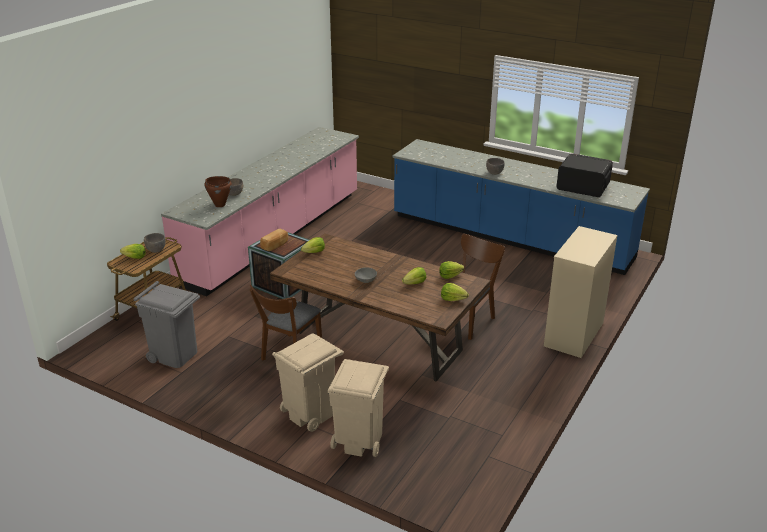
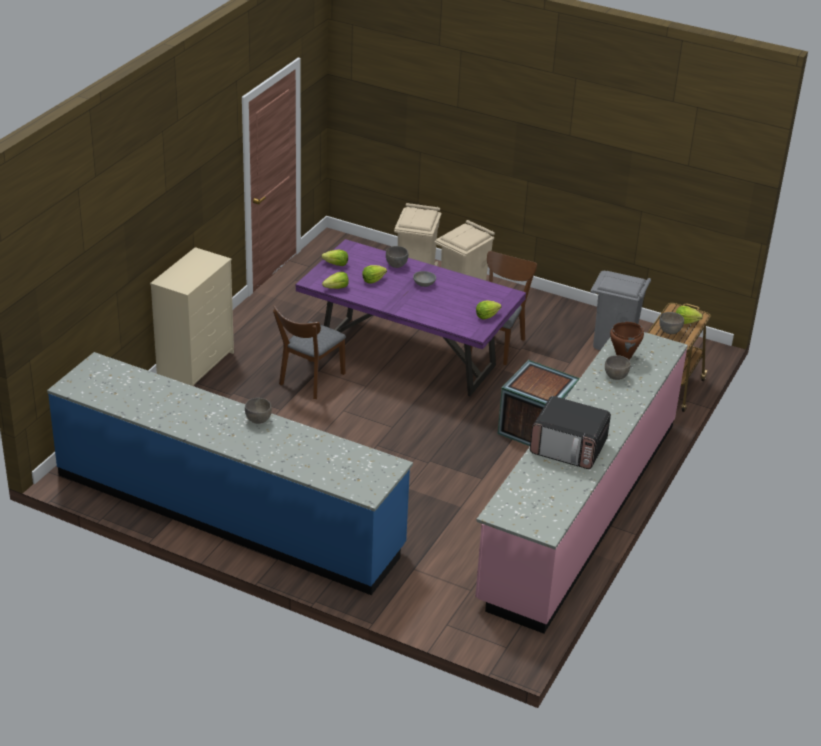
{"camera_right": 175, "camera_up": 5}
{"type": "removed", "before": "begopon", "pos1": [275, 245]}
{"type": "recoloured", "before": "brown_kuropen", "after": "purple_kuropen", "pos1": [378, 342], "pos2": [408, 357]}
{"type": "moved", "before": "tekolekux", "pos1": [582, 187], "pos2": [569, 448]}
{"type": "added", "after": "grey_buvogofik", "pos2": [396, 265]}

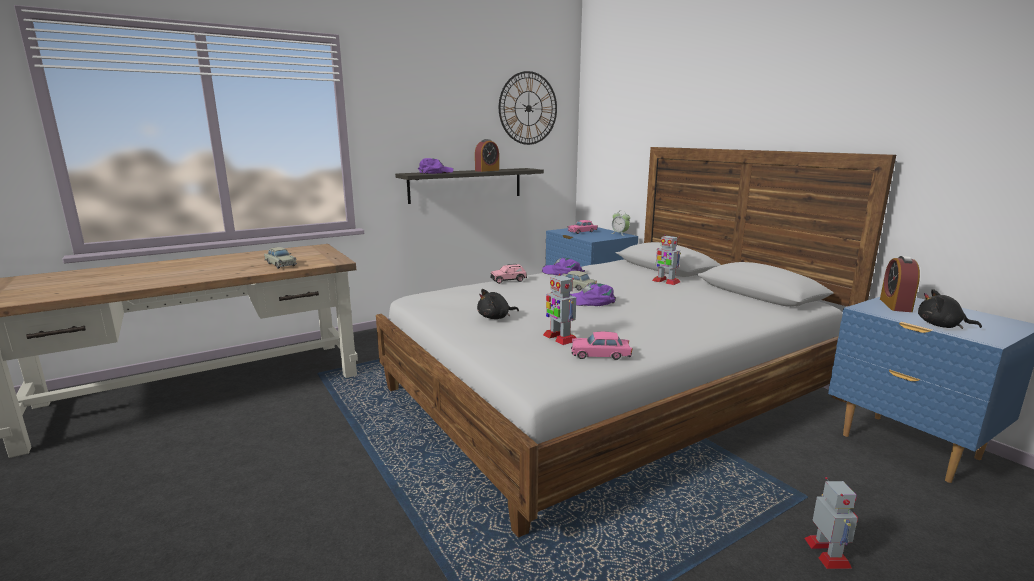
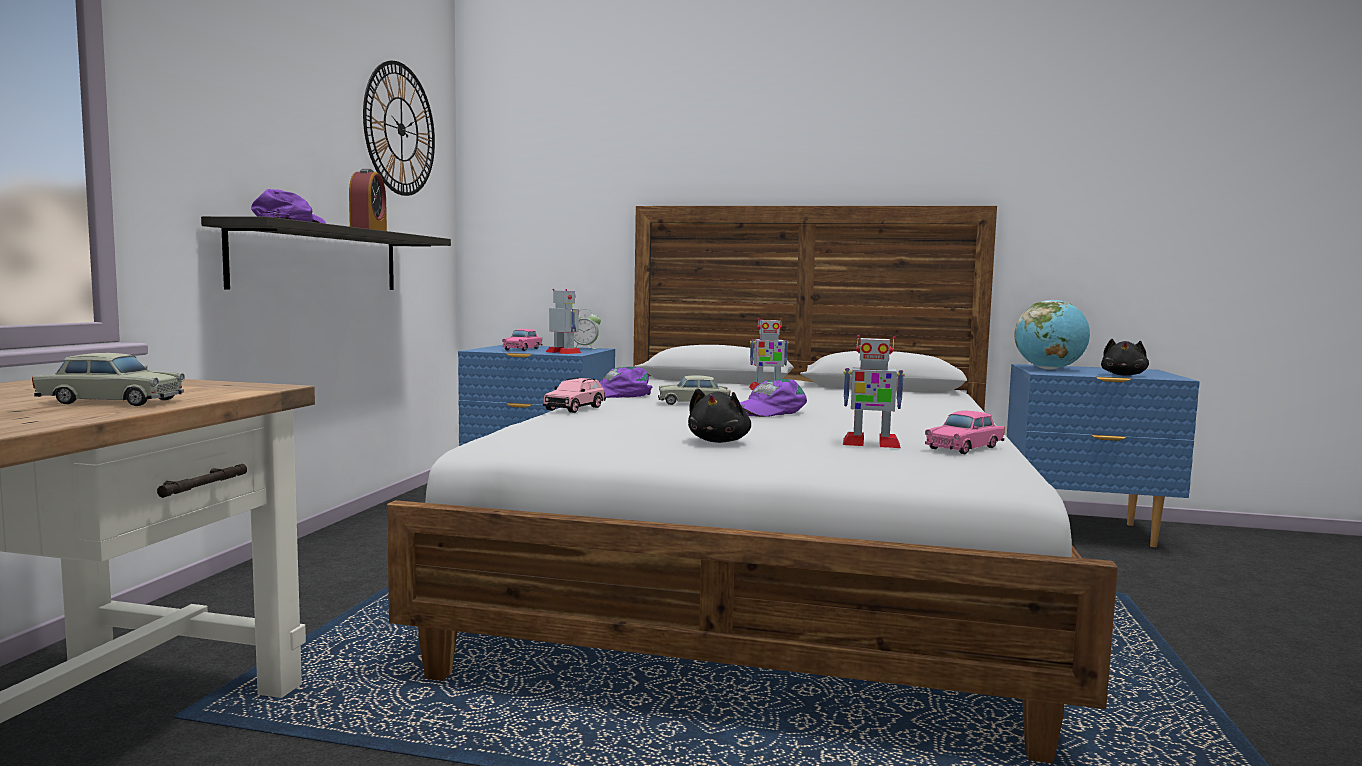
{"camera_right": -45, "camera_up": -10}
{"type": "moved", "before": "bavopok", "pos1": [827, 553], "pos2": [564, 352]}
{"type": "replaced", "before": "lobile", "after": "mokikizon", "pos1": [895, 305], "pos2": [1049, 369]}
{"type": "turned", "before": "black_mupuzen", "pos1": [941, 326], "pos2": [1123, 375], "turn": -45}

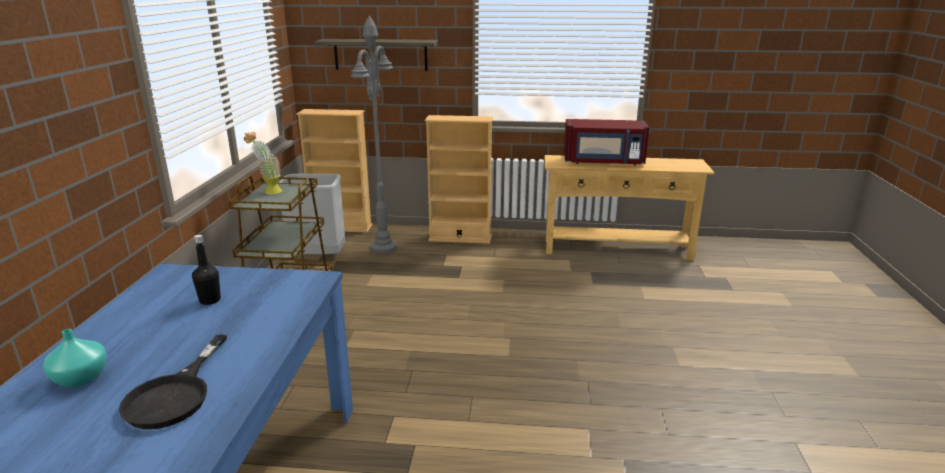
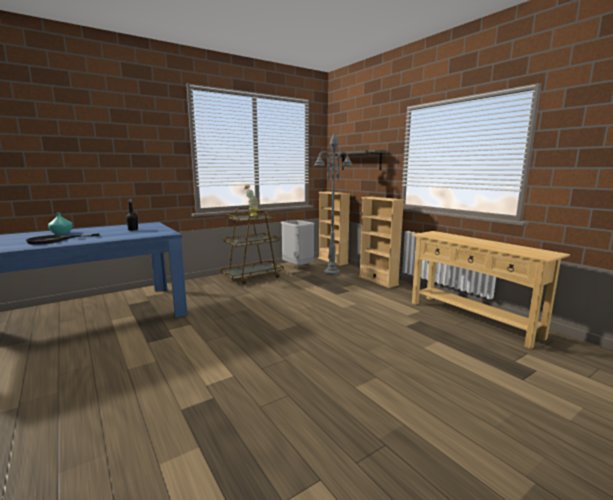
{"camera_right": 50, "camera_up": -10}
{"type": "removed", "before": "red_tekolekux", "pos1": [603, 162]}

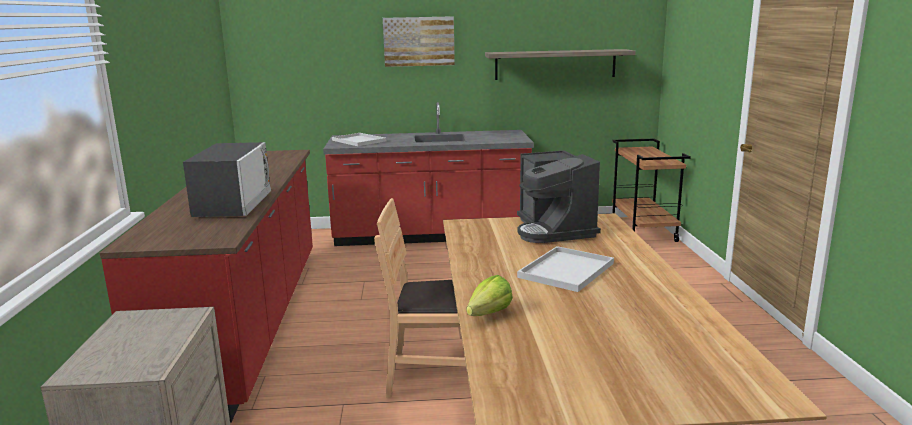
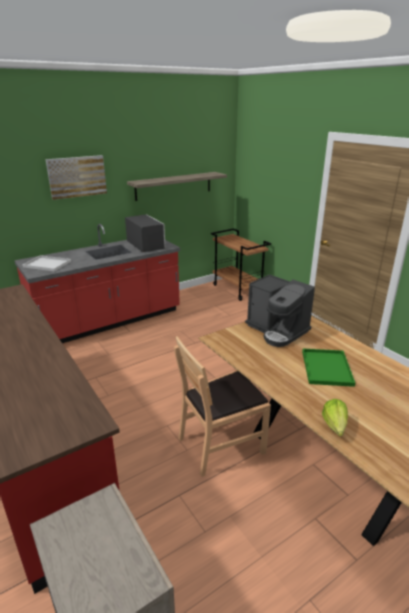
{"camera_right": -30, "camera_up": 10}
{"type": "moved", "before": "tekolekux", "pos1": [233, 205], "pos2": [145, 245]}
{"type": "recoloured", "before": "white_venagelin", "after": "green_venagelin", "pos1": [566, 269], "pos2": [325, 367]}

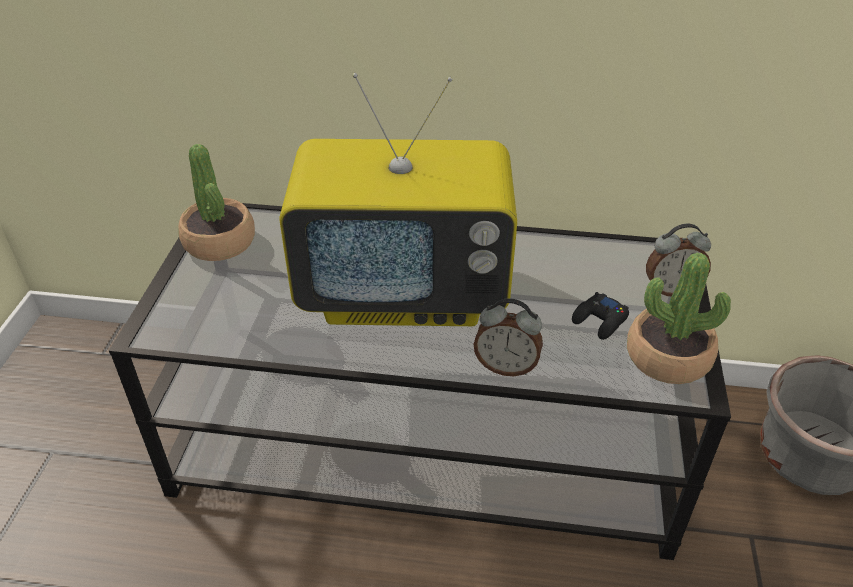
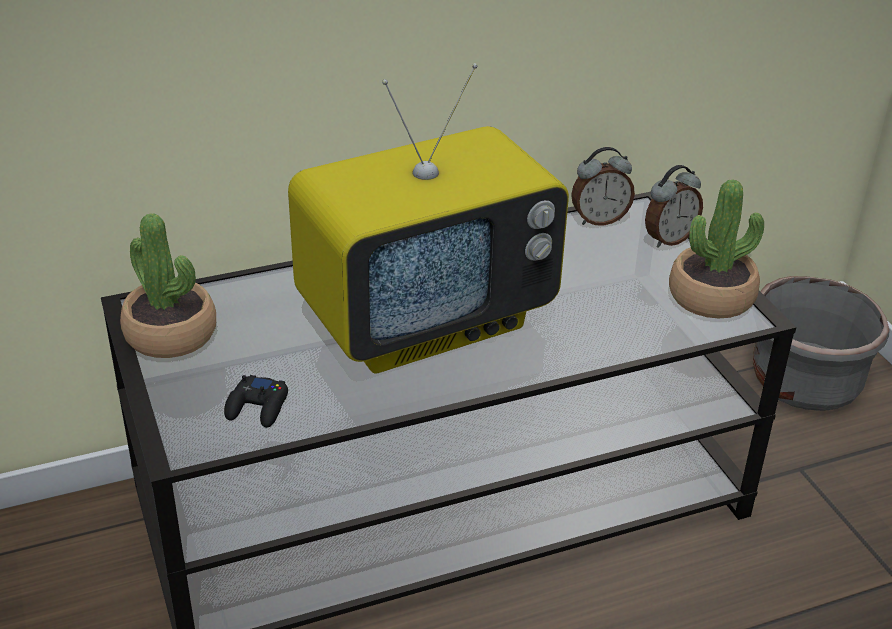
{"camera_right": -30, "camera_up": -5}
{"type": "moved", "before": "lobile", "pos1": [506, 366], "pos2": [599, 219]}
{"type": "moved", "before": "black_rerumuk", "pos1": [600, 321], "pos2": [258, 407]}

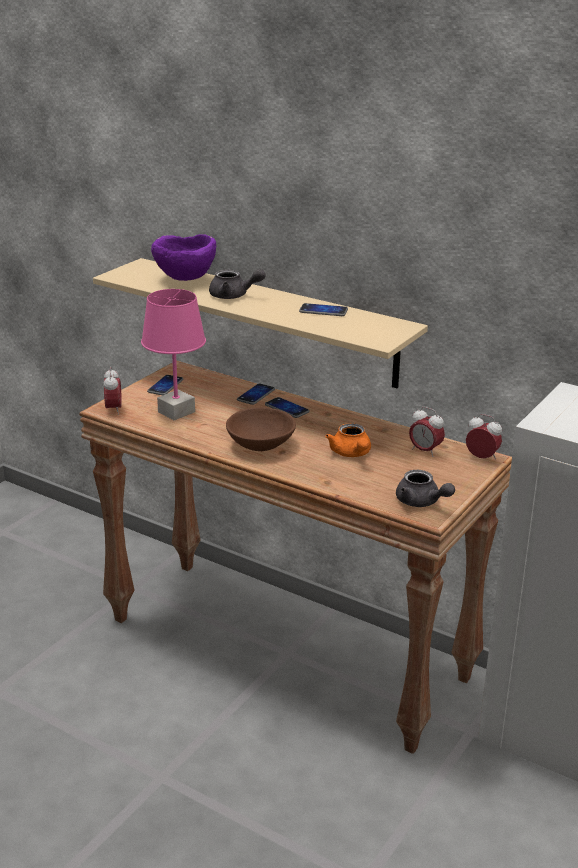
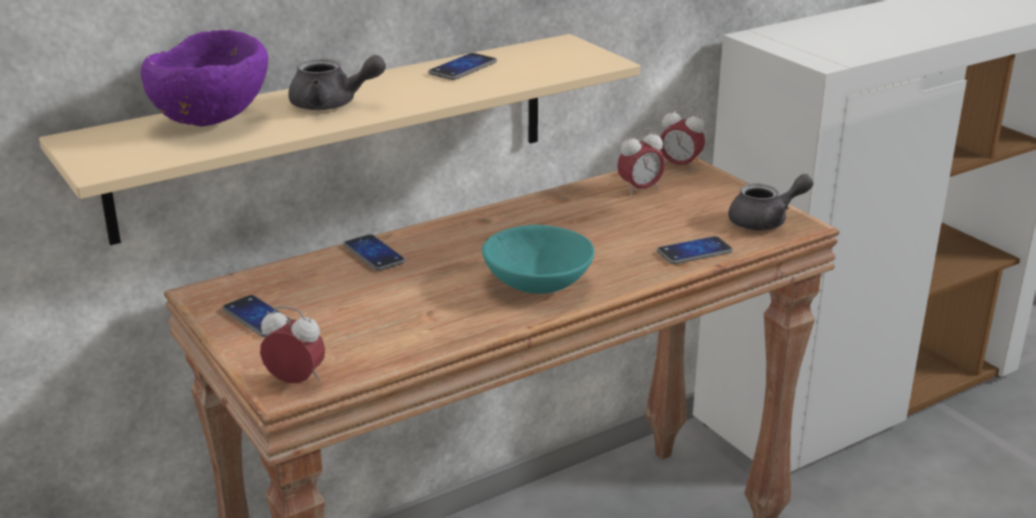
{"camera_right": -65, "camera_up": 0}
{"type": "removed", "before": "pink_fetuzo", "pos1": [176, 412]}
{"type": "turned", "before": "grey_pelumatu", "pos1": [233, 296], "pos2": [332, 104], "turn": 60}
{"type": "recoloured", "before": "brown_buvogofik", "after": "turquoise_buvogofik", "pos1": [261, 445], "pos2": [538, 283]}
{"type": "moved", "before": "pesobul", "pos1": [287, 408], "pos2": [694, 252]}
{"type": "removed", "before": "orange_pelumatu", "pos1": [351, 454]}
{"type": "turned", "before": "lobile", "pos1": [482, 458], "pos2": [680, 166], "turn": -120}

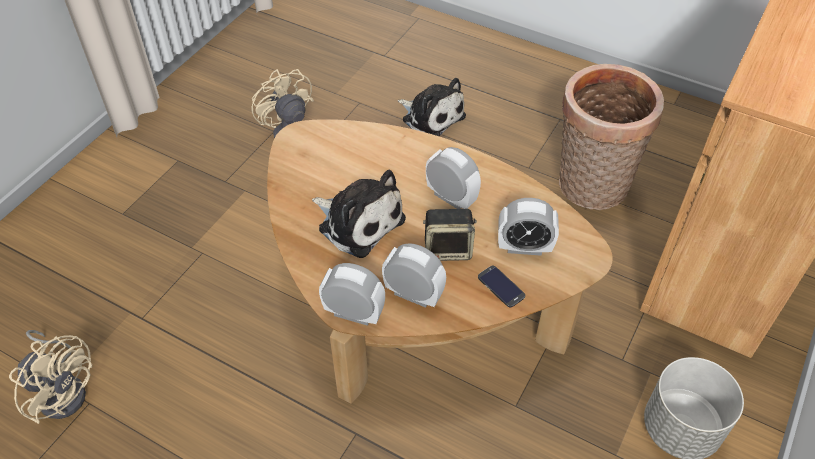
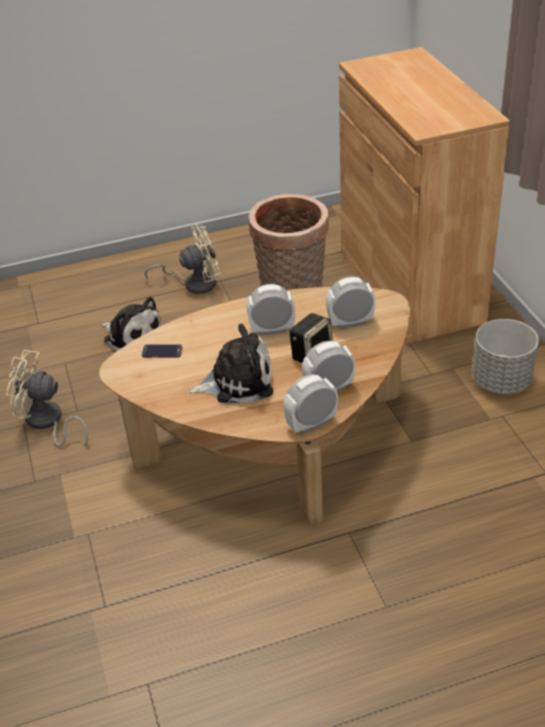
{"camera_right": -45, "camera_up": -10}
{"type": "moved", "before": "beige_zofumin", "pos1": [64, 389], "pos2": [194, 283]}
{"type": "turned", "before": "mupuzen", "pos1": [431, 116], "pos2": [132, 335], "turn": 45}
{"type": "moved", "before": "pesobul", "pos1": [501, 286], "pos2": [162, 351]}
{"type": "turned", "before": "lobile", "pos1": [524, 247], "pos2": [350, 322], "turn": -150}

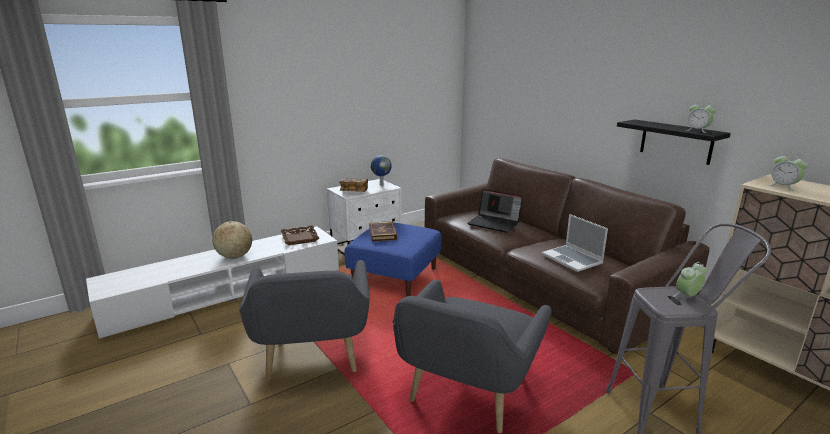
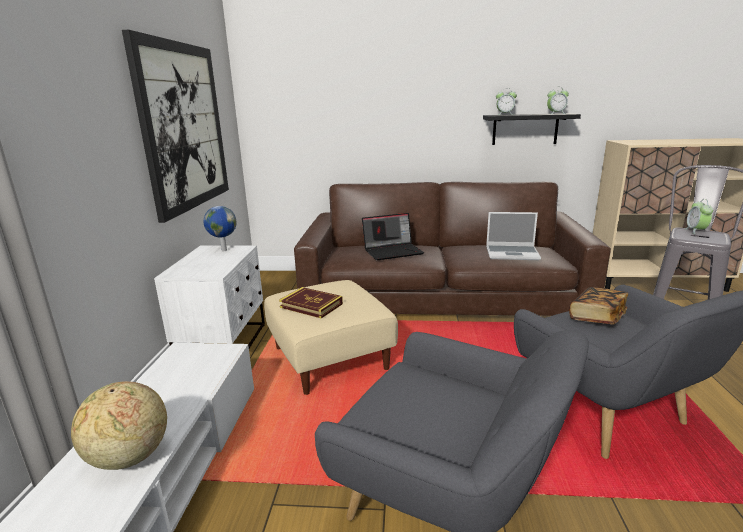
{"camera_right": -50, "camera_up": 0}
{"type": "removed", "before": "brown_venagelin", "pos1": [300, 238]}
{"type": "moved", "before": "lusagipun", "pos1": [354, 191], "pos2": [597, 317]}
{"type": "recoloured", "before": "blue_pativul", "after": "beige_pativul", "pos1": [394, 276], "pos2": [329, 358]}
{"type": "moved", "before": "lobile", "pos1": [783, 187], "pos2": [504, 114]}
{"type": "added", "after": "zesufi", "pos2": [184, 127]}

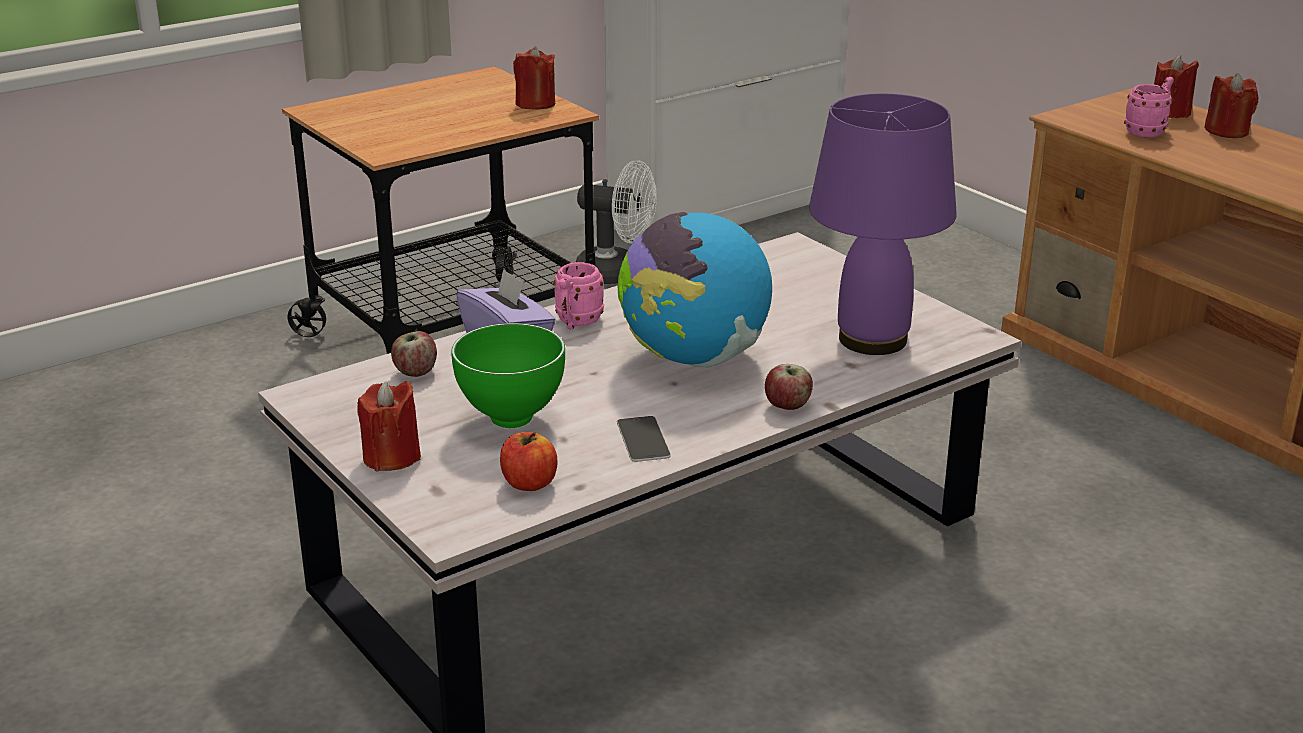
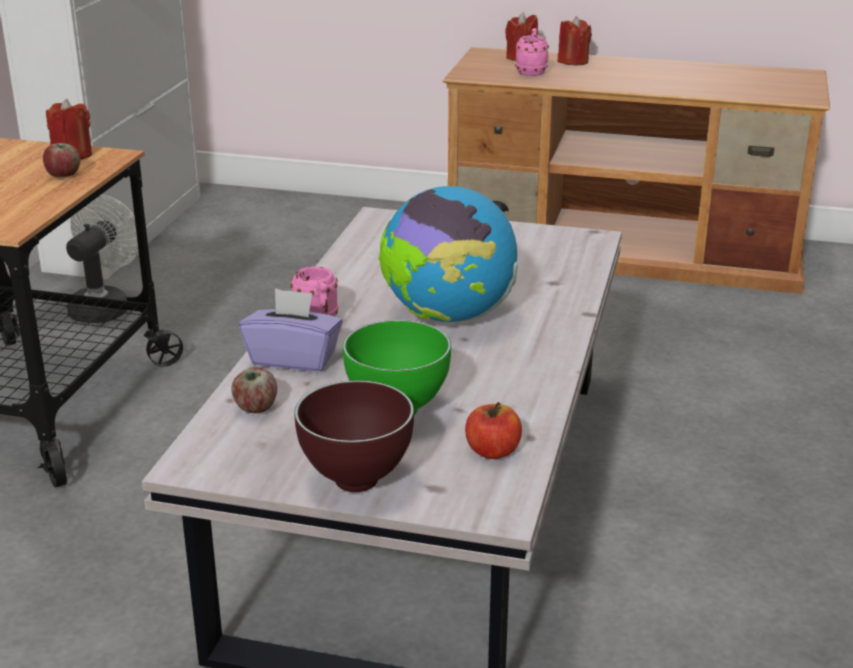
{"camera_right": -40, "camera_up": 0}
{"type": "replaced", "before": "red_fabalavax", "after": "brown_buvogofik", "pos1": [391, 457], "pos2": [356, 480]}
{"type": "turned", "before": "white_zofumin", "pos1": [617, 274], "pos2": [104, 307], "turn": -45}
{"type": "removed", "before": "pesobul", "pos1": [643, 439]}
{"type": "moved", "before": "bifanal", "pos1": [788, 406], "pos2": [64, 175]}
{"type": "removed", "before": "purple_fetuzo", "pos1": [873, 339]}

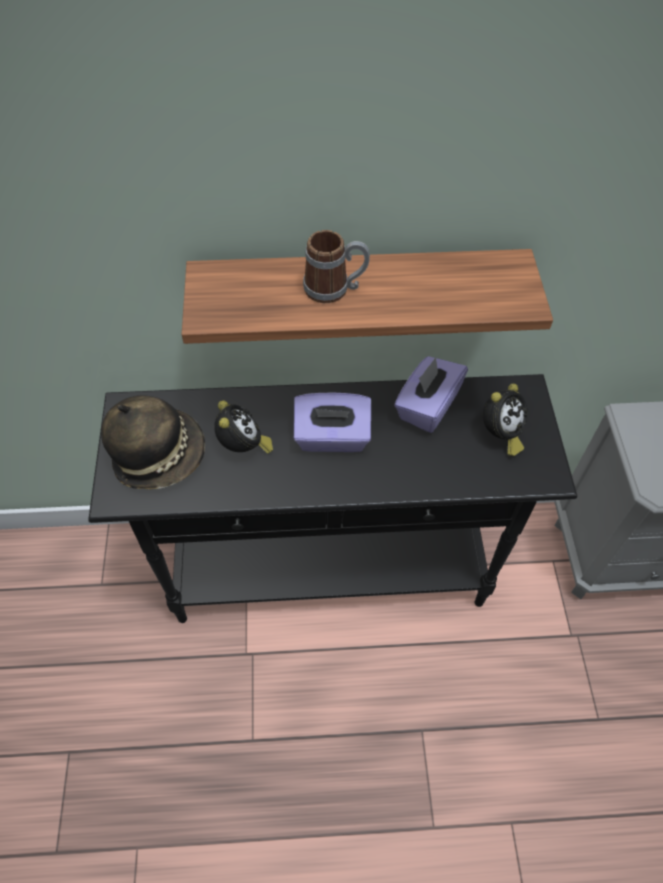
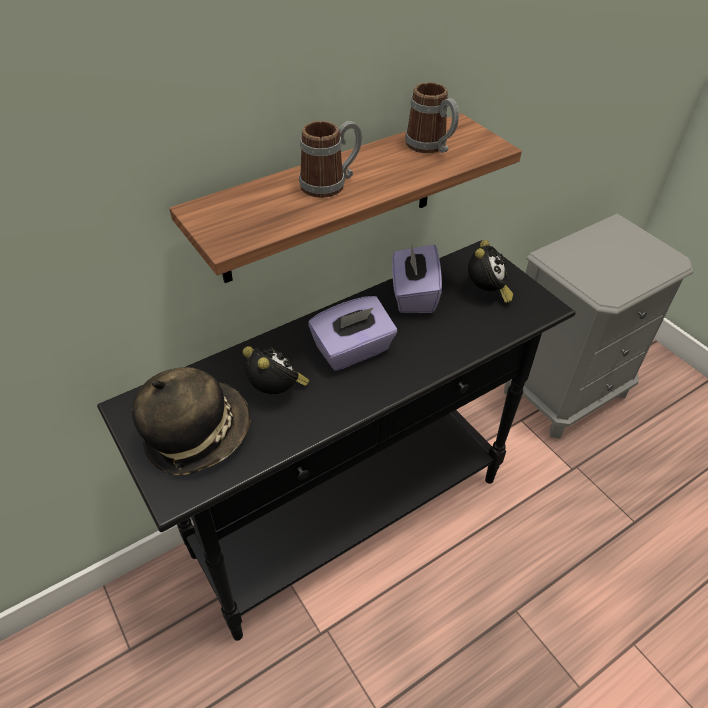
{"camera_right": -30, "camera_up": -10}
{"type": "added", "after": "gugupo", "pos2": [431, 147]}

